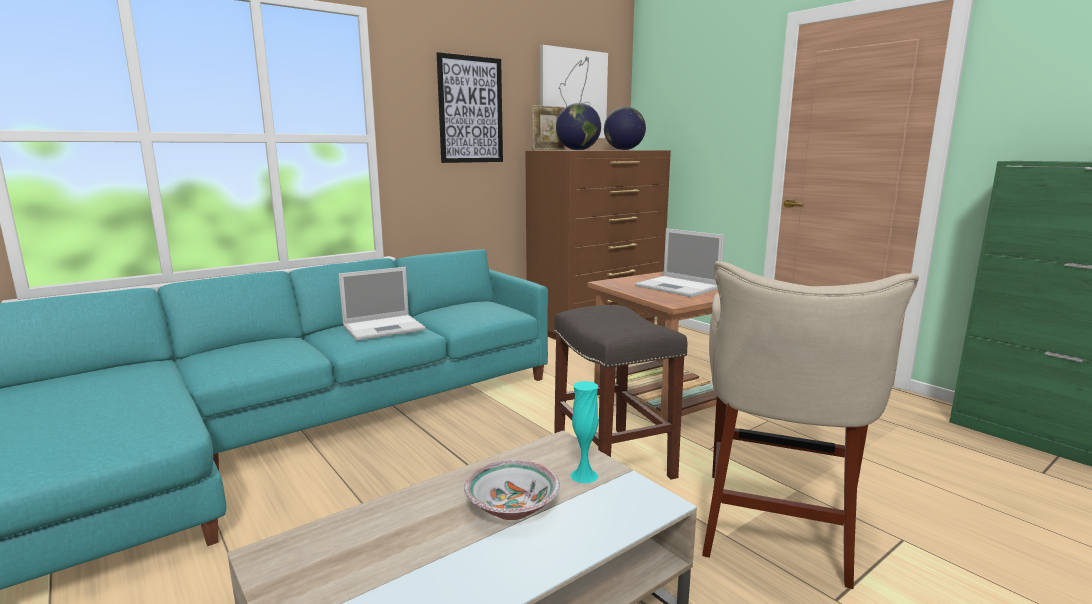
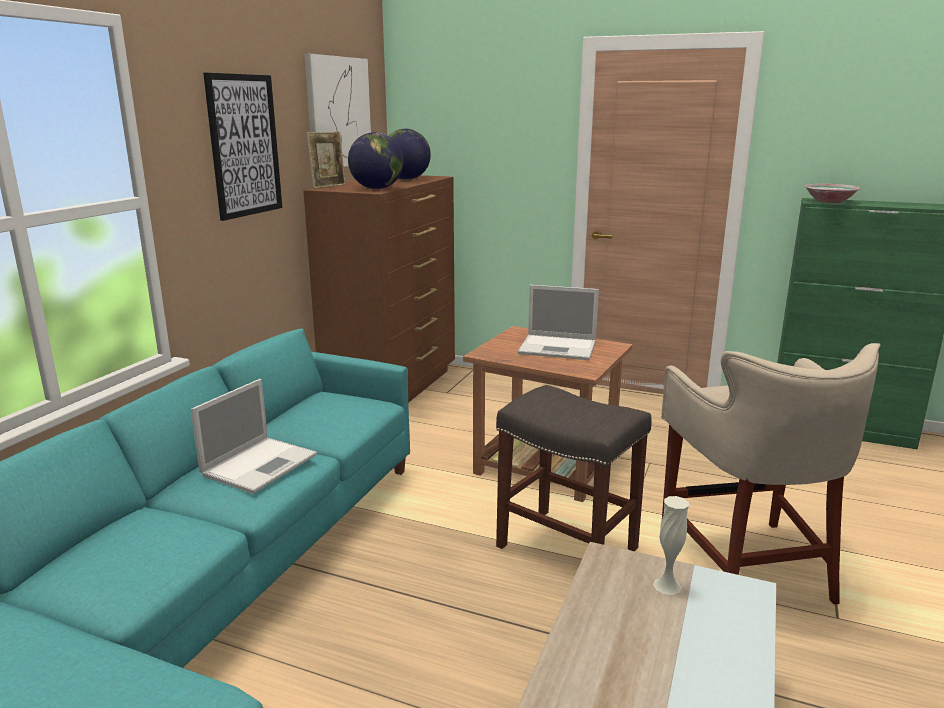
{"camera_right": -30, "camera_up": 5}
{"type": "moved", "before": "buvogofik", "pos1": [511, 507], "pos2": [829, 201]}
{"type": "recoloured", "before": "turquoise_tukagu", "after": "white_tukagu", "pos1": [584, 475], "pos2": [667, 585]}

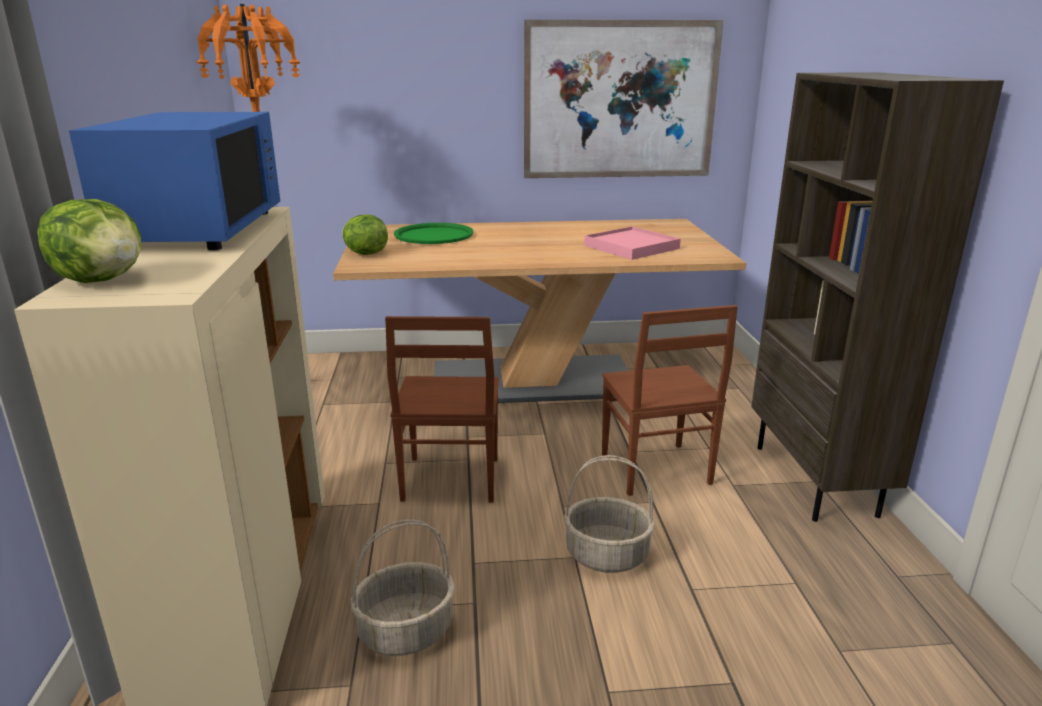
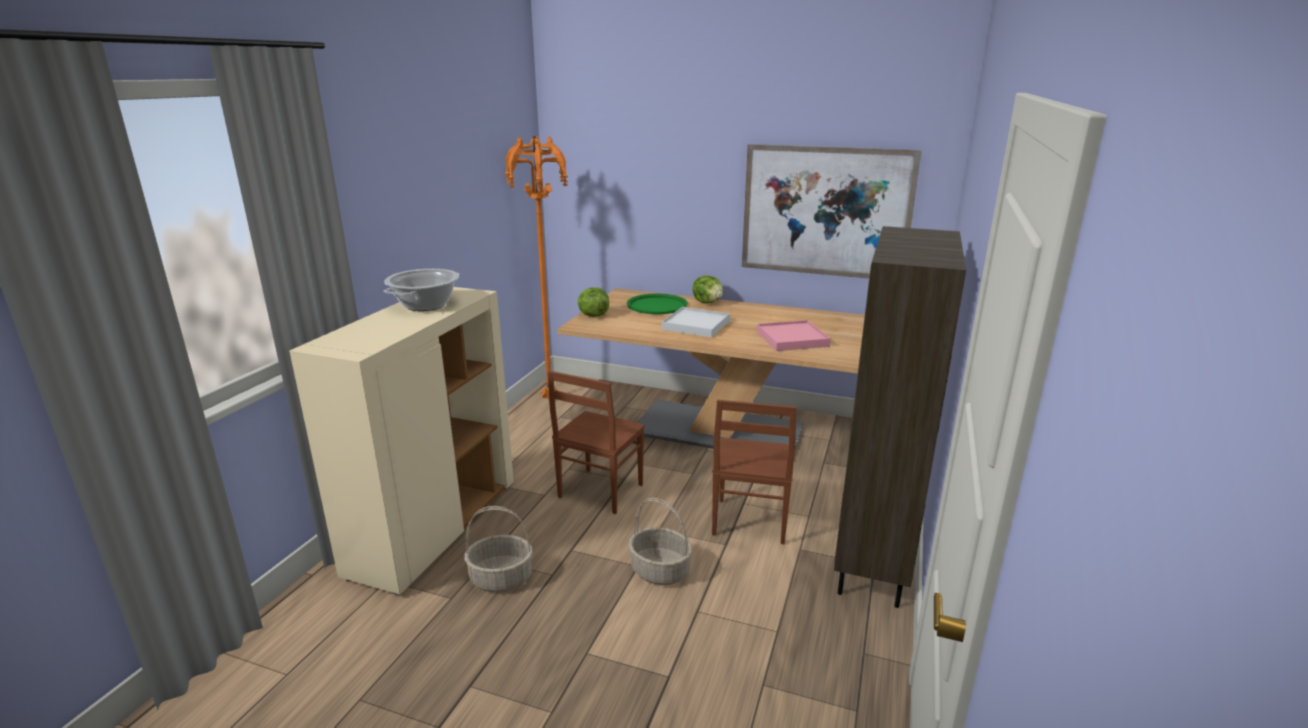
{"camera_right": 25, "camera_up": 0}
{"type": "moved", "before": "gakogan", "pos1": [103, 280], "pos2": [708, 302]}
{"type": "replaced", "before": "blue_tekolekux", "after": "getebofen", "pos1": [199, 229], "pos2": [425, 305]}
{"type": "added", "after": "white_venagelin", "pos2": [696, 325]}

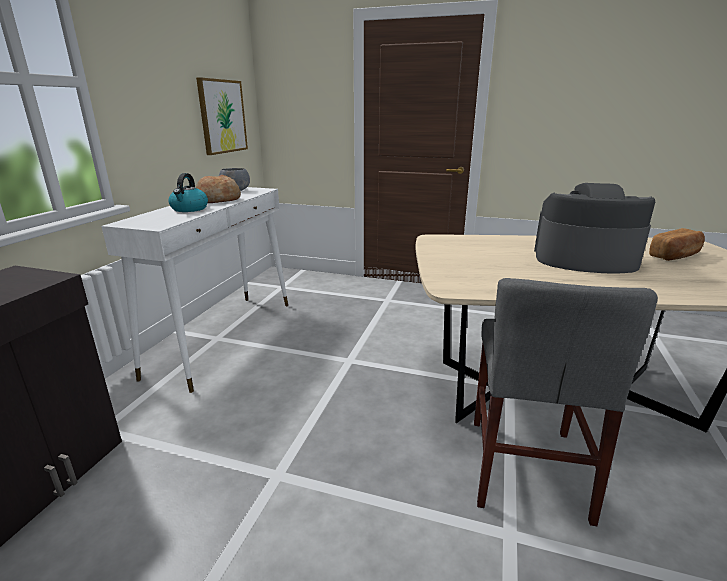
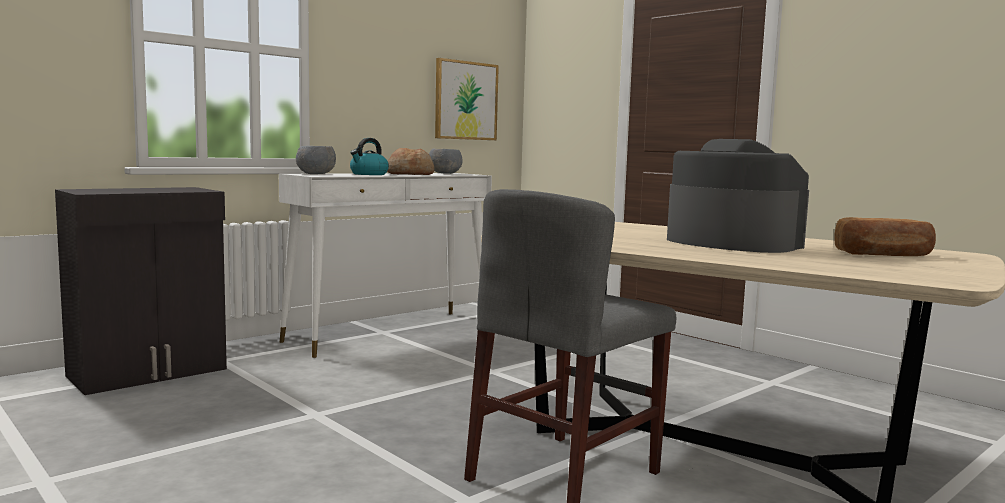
{"camera_right": 30, "camera_up": -15}
{"type": "added", "after": "grey_buvogofik", "pos2": [316, 174]}

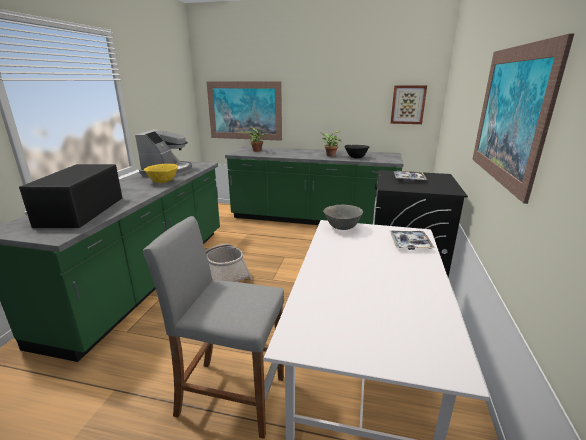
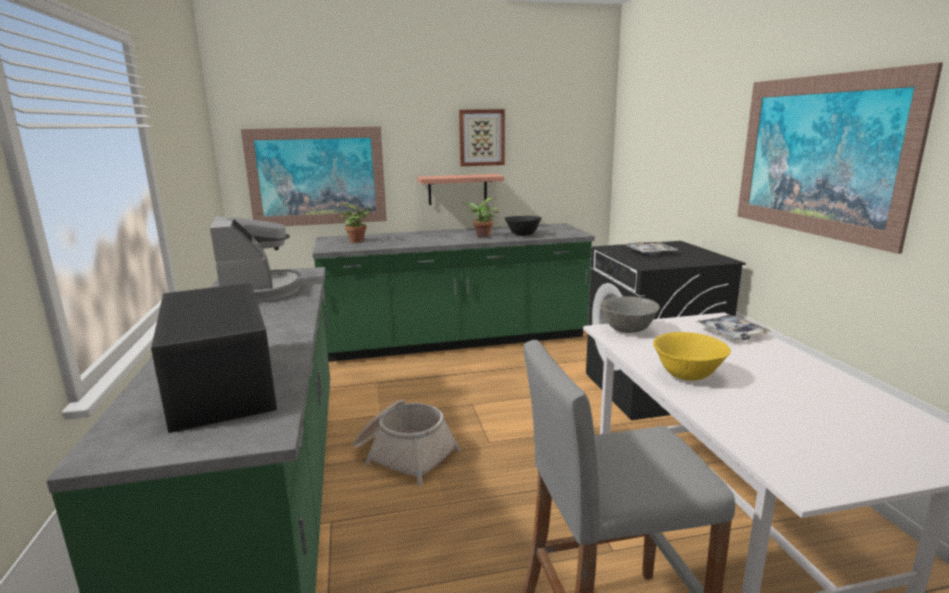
{"camera_right": -25, "camera_up": -5}
{"type": "moved", "before": "yellow_buvogofik", "pos1": [163, 182], "pos2": [688, 376]}
{"type": "moved", "before": "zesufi", "pos1": [408, 104], "pos2": [481, 137]}
{"type": "added", "after": "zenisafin", "pos2": [457, 189]}

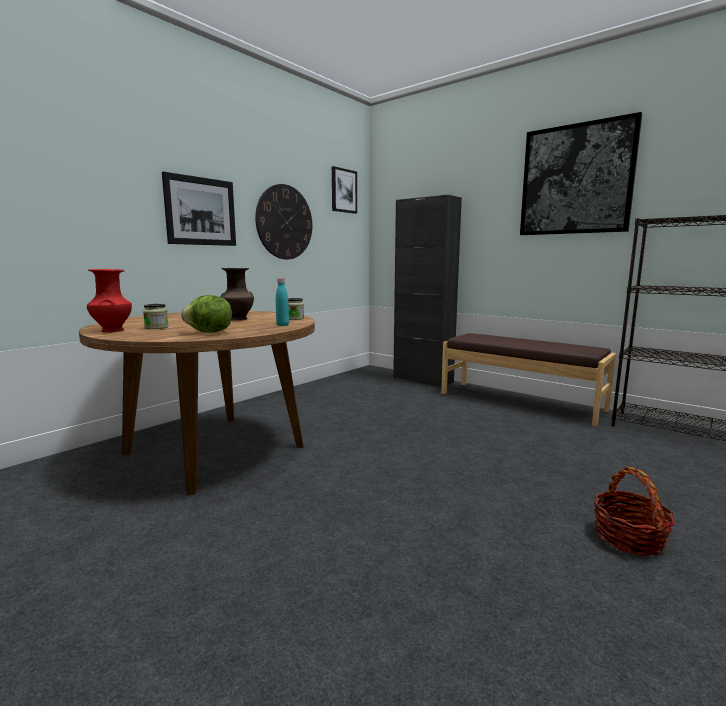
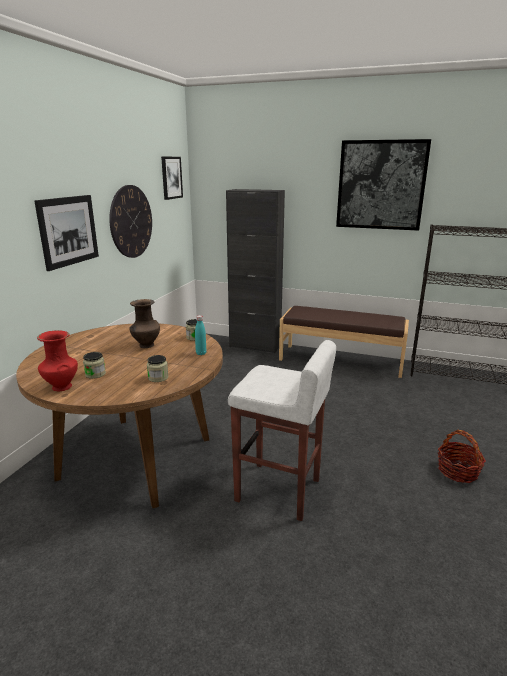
{"camera_right": -20, "camera_up": 10}
{"type": "replaced", "before": "gakogan", "after": "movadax", "pos1": [209, 333], "pos2": [158, 378]}
{"type": "added", "after": "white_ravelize", "pos2": [279, 491]}

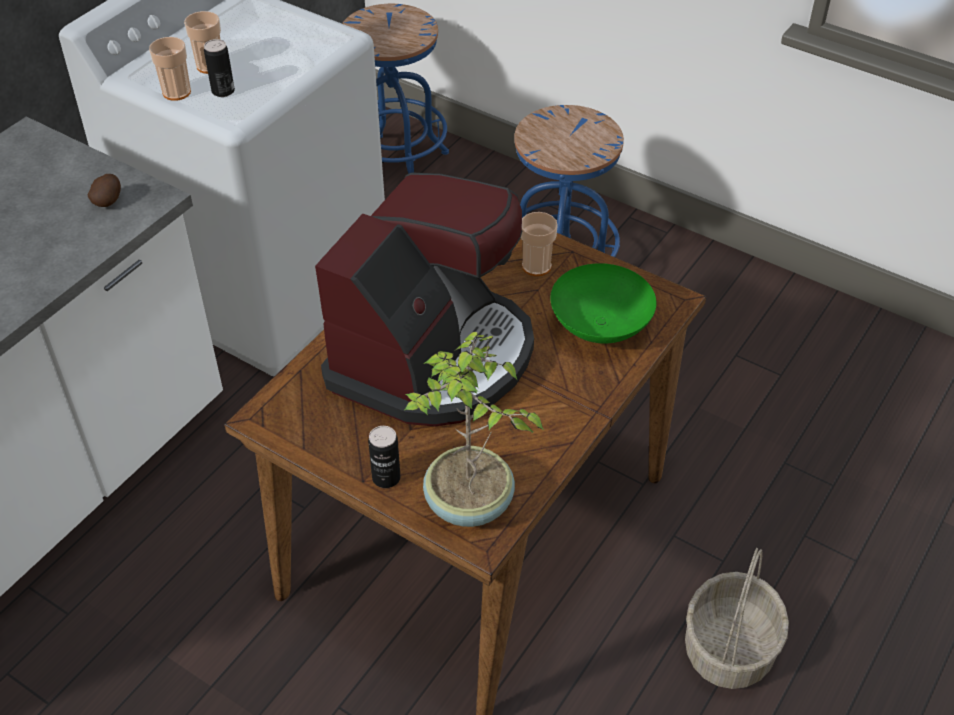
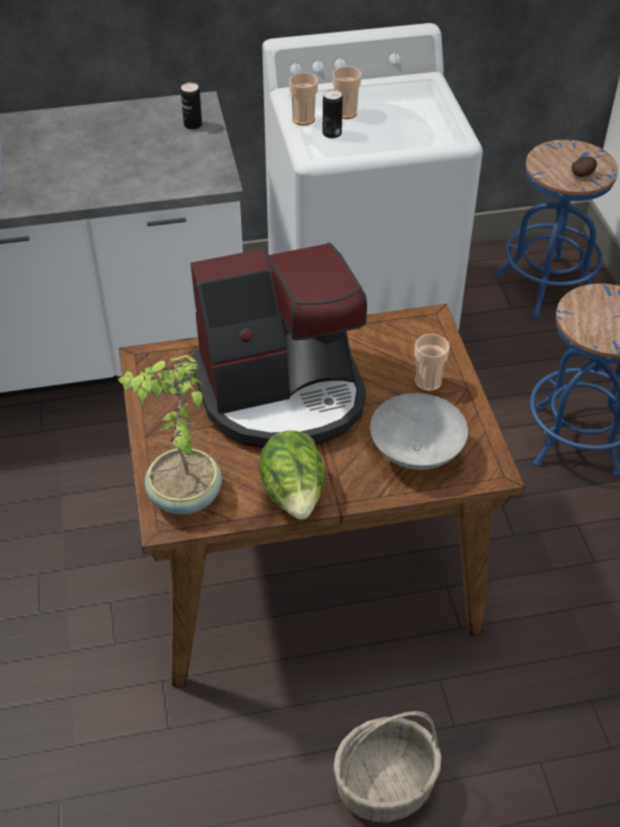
{"camera_right": 45, "camera_up": 0}
{"type": "moved", "before": "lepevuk", "pos1": [109, 200], "pos2": [583, 174]}
{"type": "moved", "before": "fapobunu", "pos1": [386, 477], "pos2": [193, 125]}
{"type": "recoloured", "before": "green_buvogofik", "after": "grey_buvogofik", "pos1": [598, 327], "pos2": [415, 451]}
{"type": "added", "after": "gakogan", "pos2": [294, 495]}

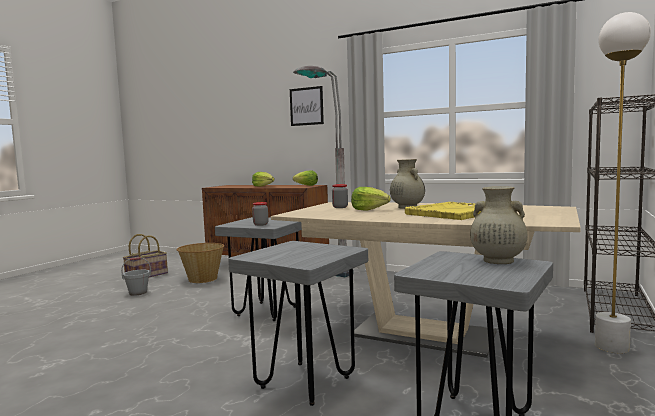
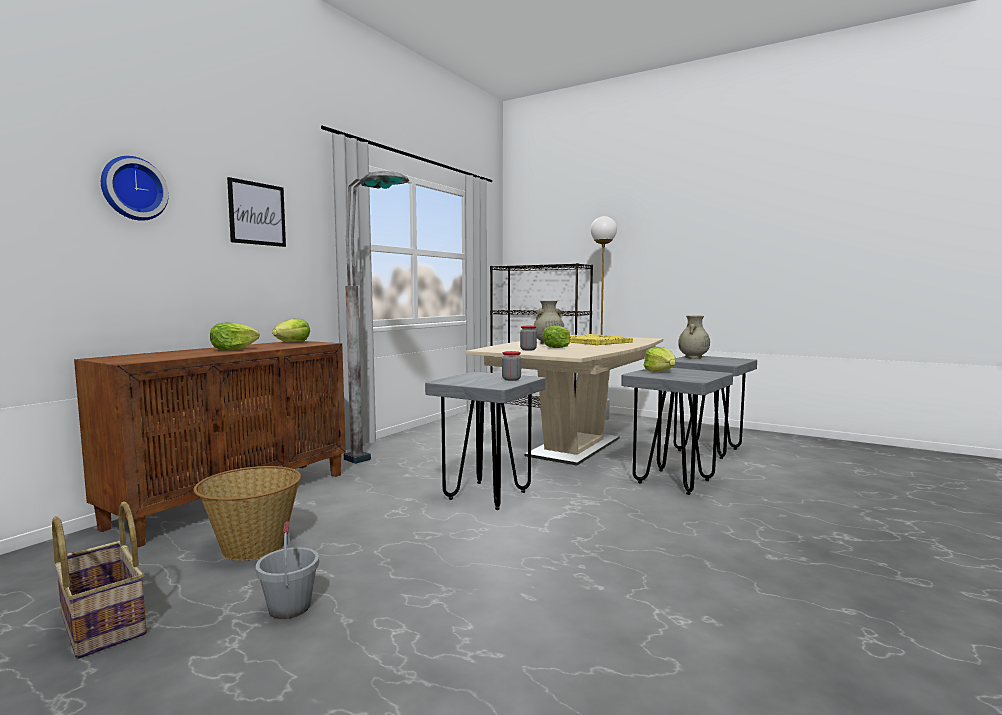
{"camera_right": -85, "camera_up": 0}
{"type": "added", "after": "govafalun", "pos2": [133, 189]}
{"type": "added", "after": "gakogan", "pos2": [660, 371]}

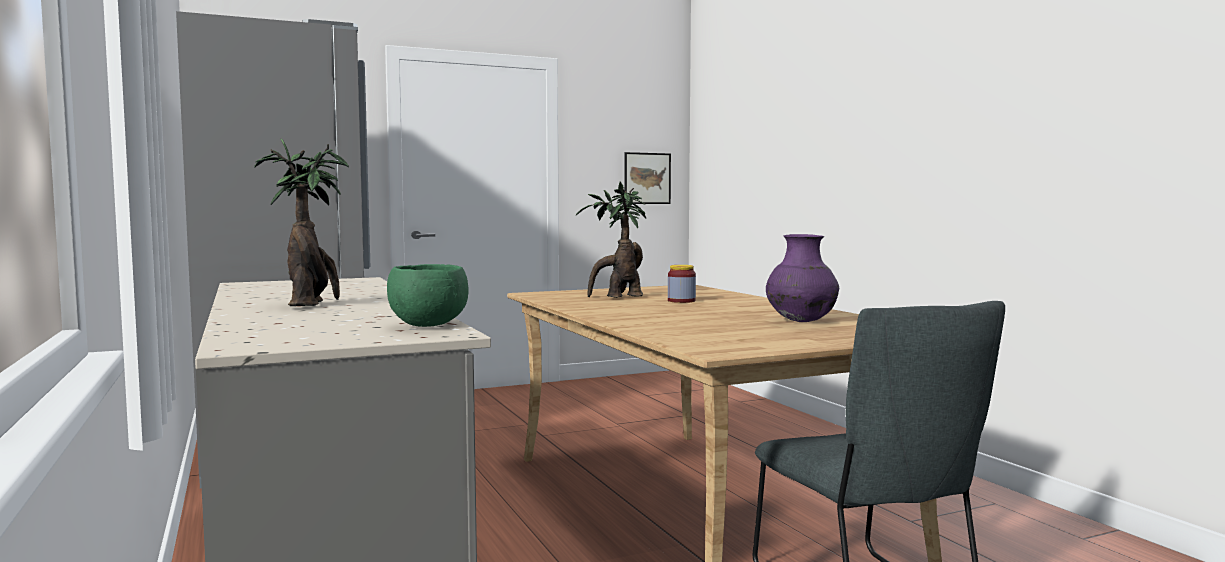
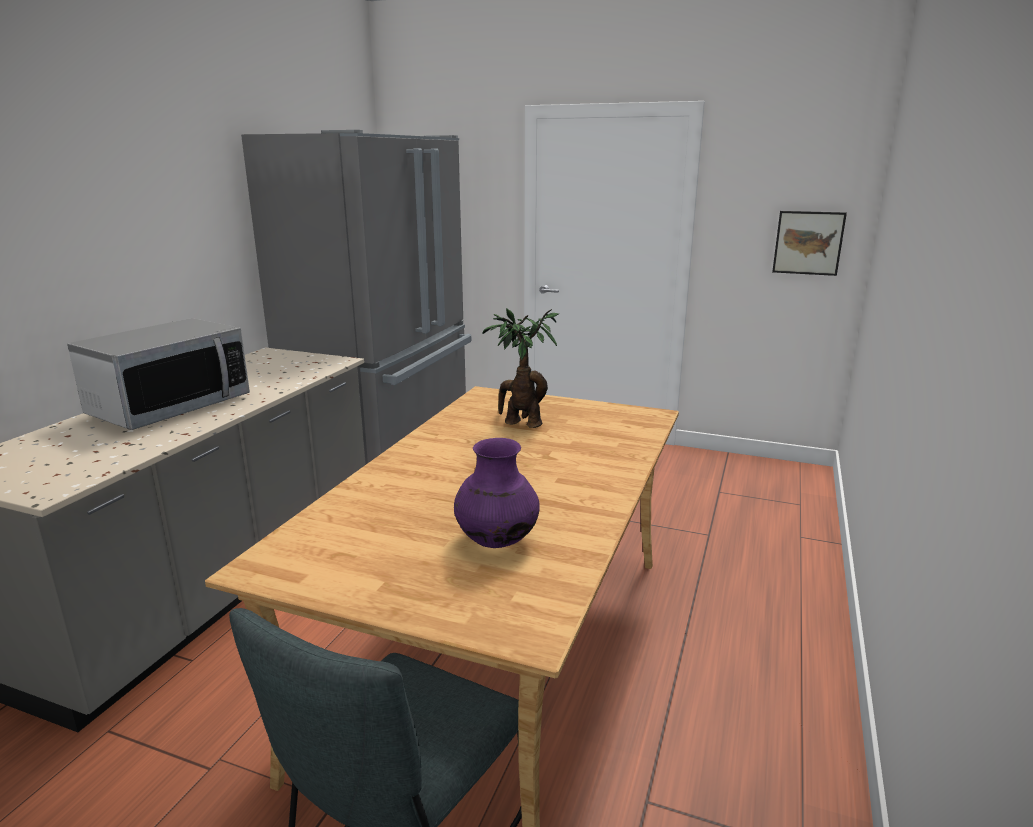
{"camera_right": 45, "camera_up": 15}
{"type": "replaced", "before": "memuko", "after": "tekolekux", "pos1": [311, 304], "pos2": [170, 407]}
{"type": "removed", "before": "green_buvogofik", "pos1": [428, 325]}
{"type": "removed", "before": "movadax", "pos1": [681, 301]}

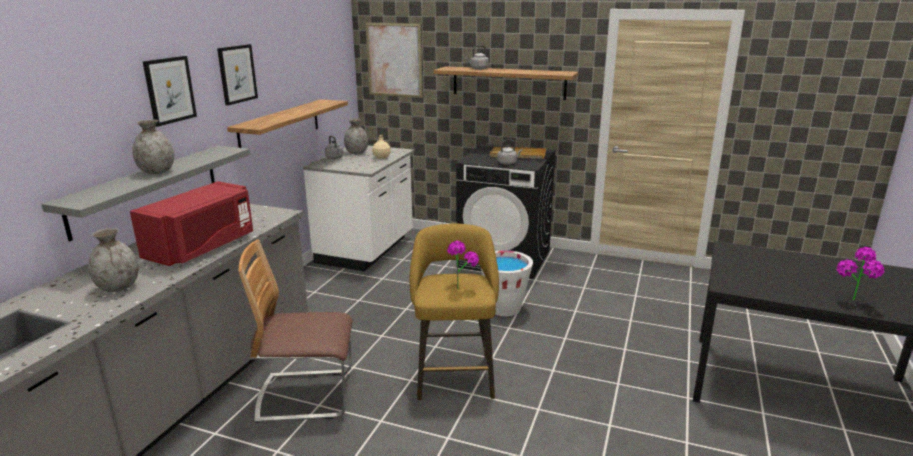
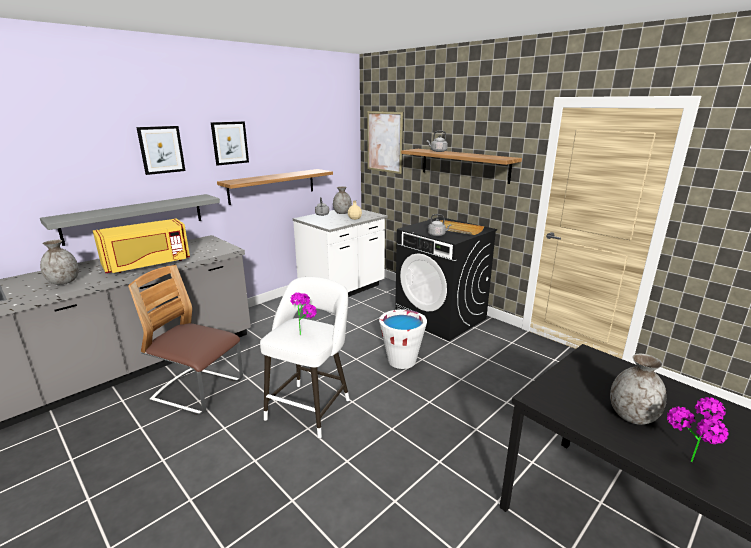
{"camera_right": 25, "camera_up": 0}
{"type": "recoloured", "before": "red_tekolekux", "after": "yellow_tekolekux", "pos1": [202, 247], "pos2": [147, 264]}
{"type": "moved", "before": "grey_tukagu", "pos1": [157, 172], "pos2": [631, 416]}
{"type": "recoloured", "before": "yellow_ravelize", "after": "white_ravelize", "pos1": [454, 374], "pos2": [311, 407]}

